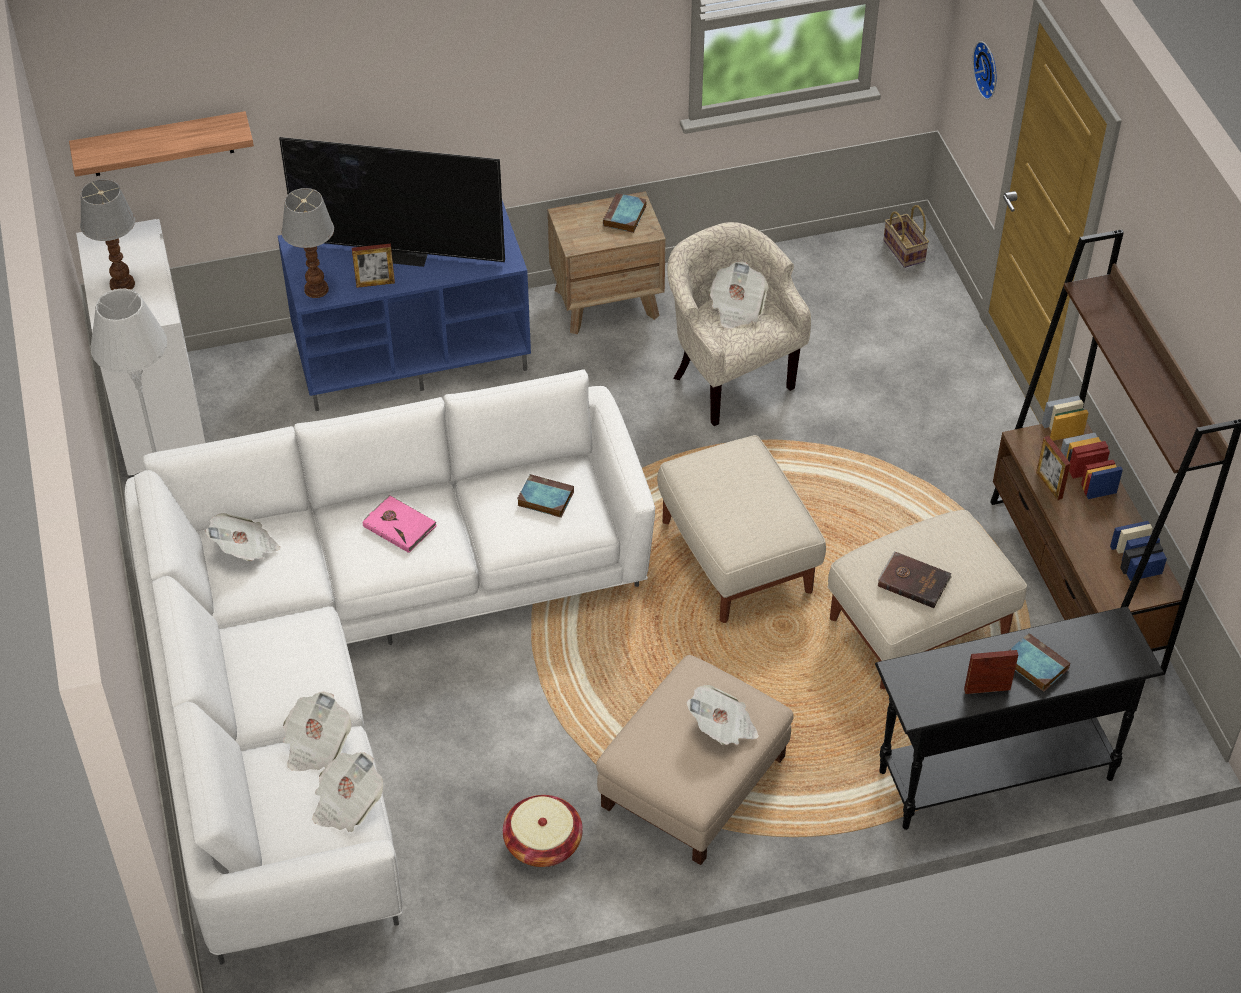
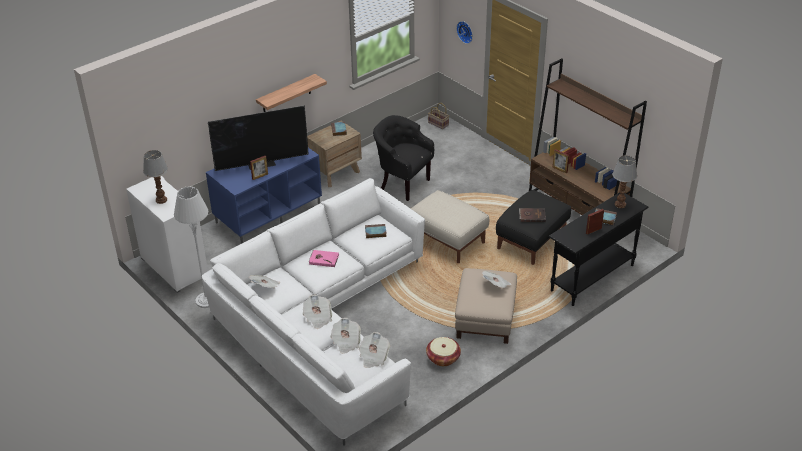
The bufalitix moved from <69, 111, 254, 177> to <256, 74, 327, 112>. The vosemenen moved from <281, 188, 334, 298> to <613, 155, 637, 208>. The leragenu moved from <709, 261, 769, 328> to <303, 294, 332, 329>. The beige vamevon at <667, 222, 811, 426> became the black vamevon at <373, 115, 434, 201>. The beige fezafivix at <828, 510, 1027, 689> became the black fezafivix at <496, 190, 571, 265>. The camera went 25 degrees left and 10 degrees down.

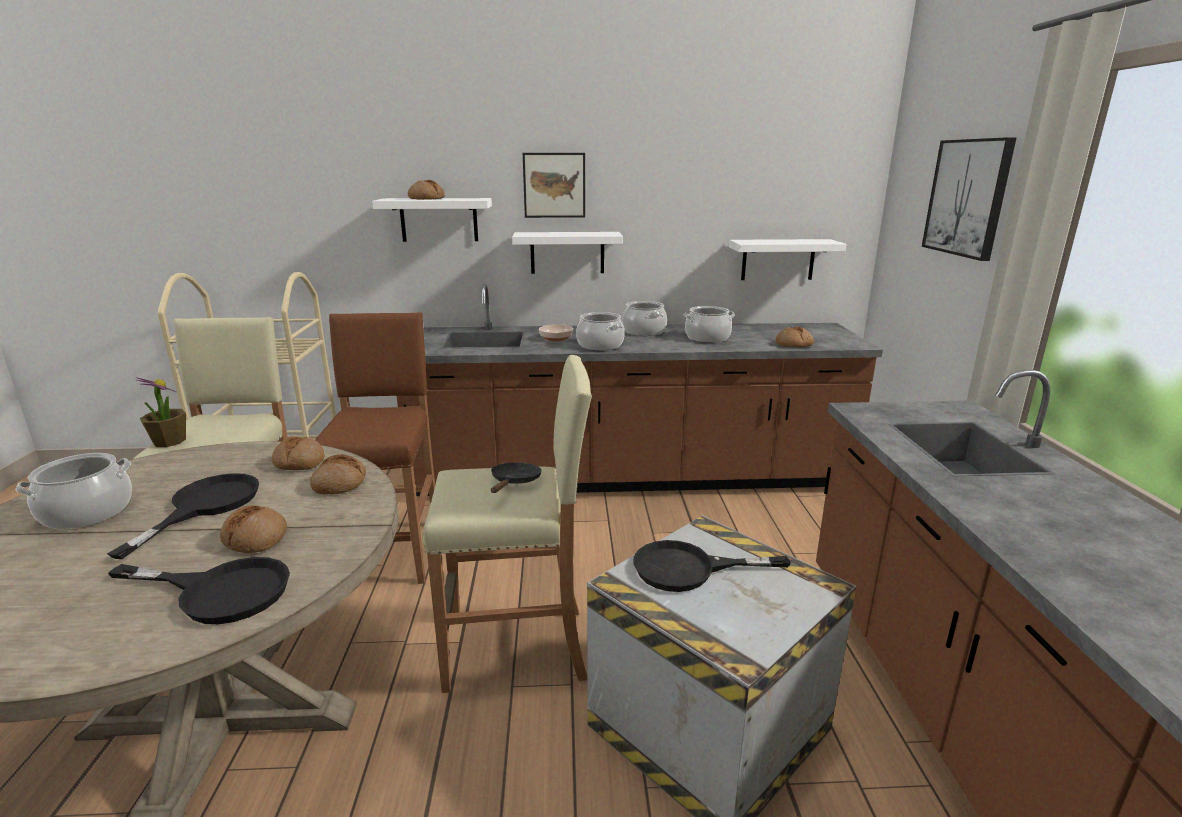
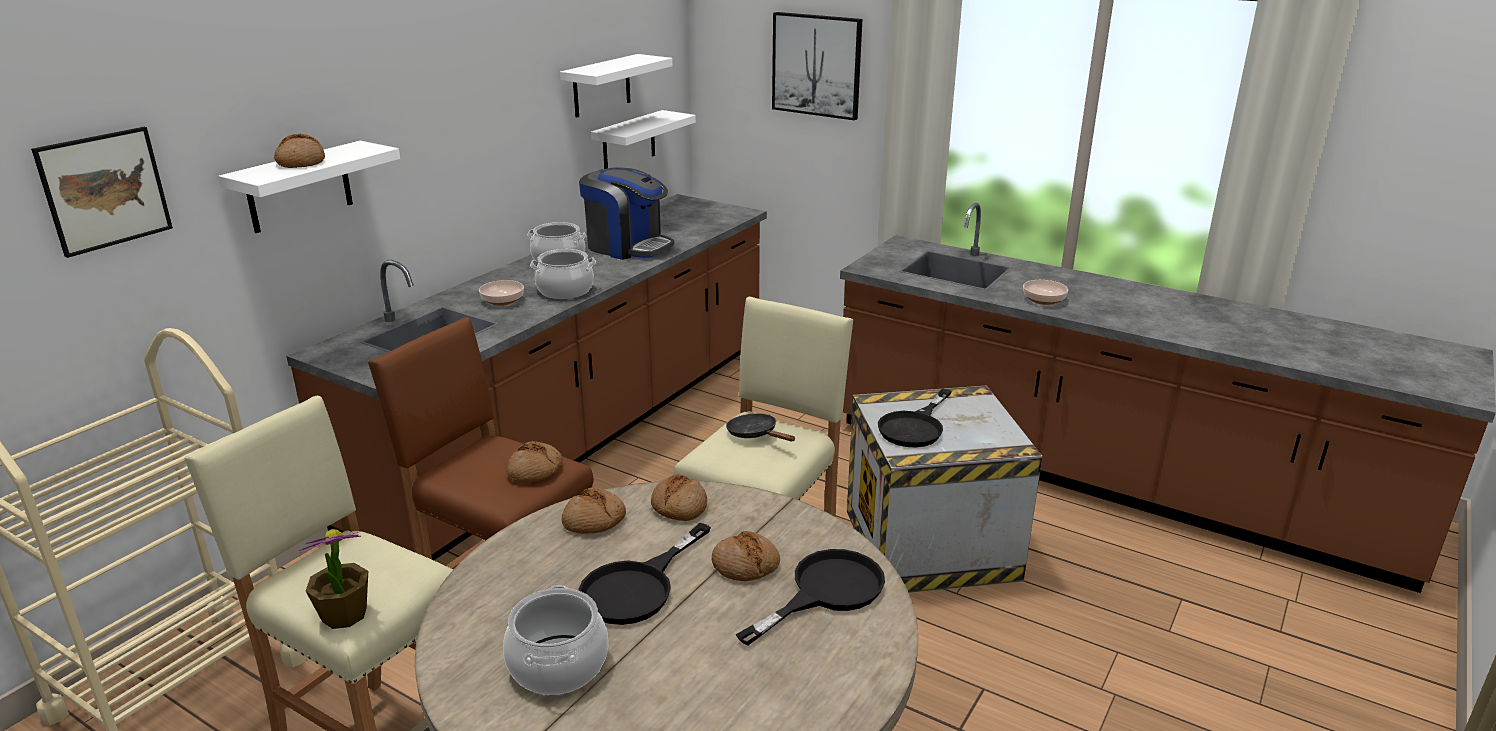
The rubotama at <1023, 280, 1068, 305> appeared. The white bufalitix moved from <512, 232, 623, 274> to <560, 54, 673, 118>. The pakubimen moved from <523, 153, 585, 218> to <31, 127, 173, 258>. The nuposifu moved from <775, 327, 814, 347> to <506, 441, 563, 483>. The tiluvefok at <683, 306, 735, 343> was replaced by the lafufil at <579, 167, 674, 260>. The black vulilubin at <107, 473, 259, 559> turned 105 degrees counterclockwise. The camera went 55 degrees left and 5 degrees up.

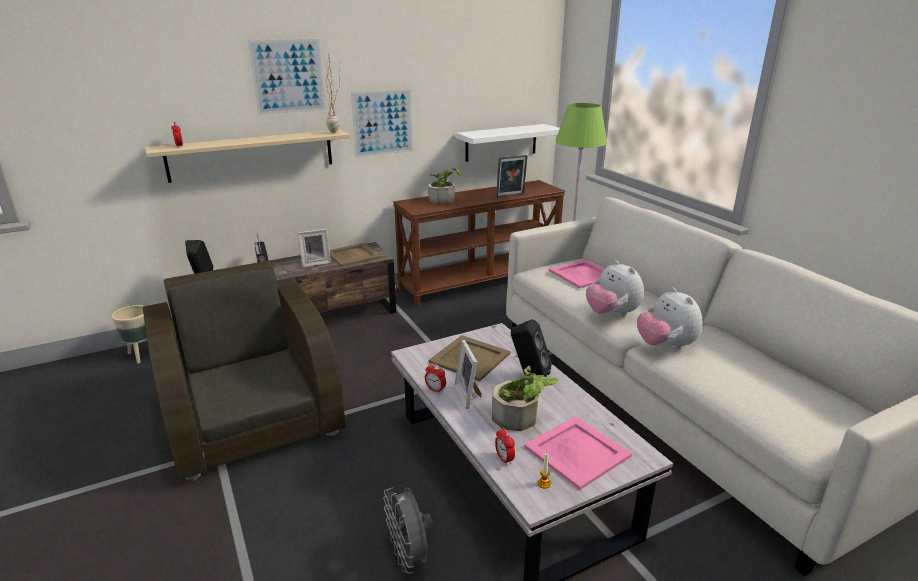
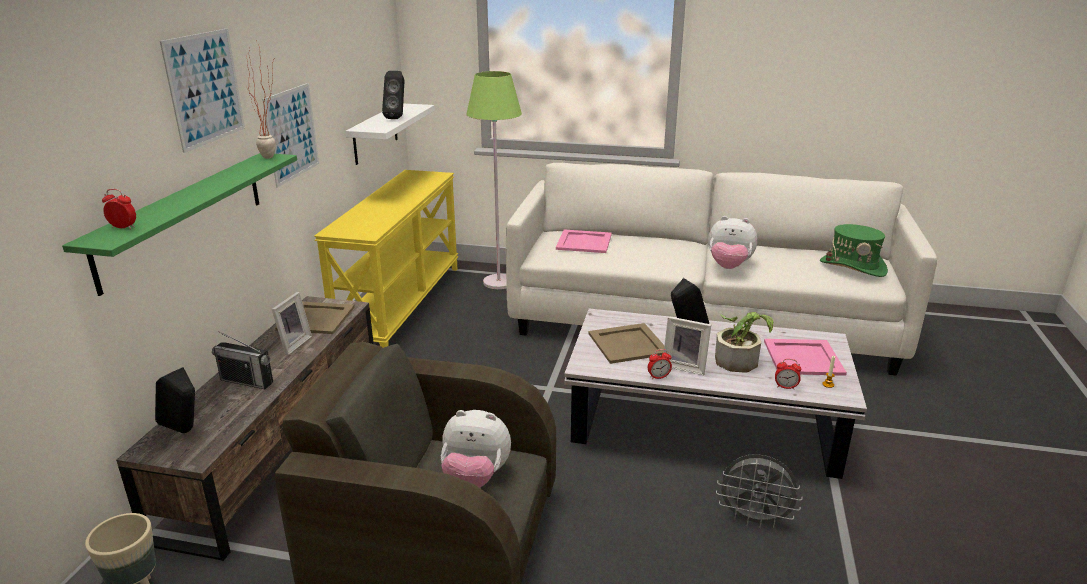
The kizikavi at <428, 168, 461, 205> disappeared. The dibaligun at <496, 155, 528, 198> disappeared. The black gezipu at <382, 71, 404, 119> appeared. The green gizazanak at <820, 224, 888, 277> appeared. The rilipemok moved from <586, 260, 644, 316> to <441, 410, 511, 488>. The beige bufalitix at <145, 129, 350, 183> became the green bufalitix at <62, 153, 297, 296>. The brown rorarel at <393, 180, 565, 307> became the yellow rorarel at <314, 170, 458, 348>. The camera went 50 degrees left and 0 degrees up.

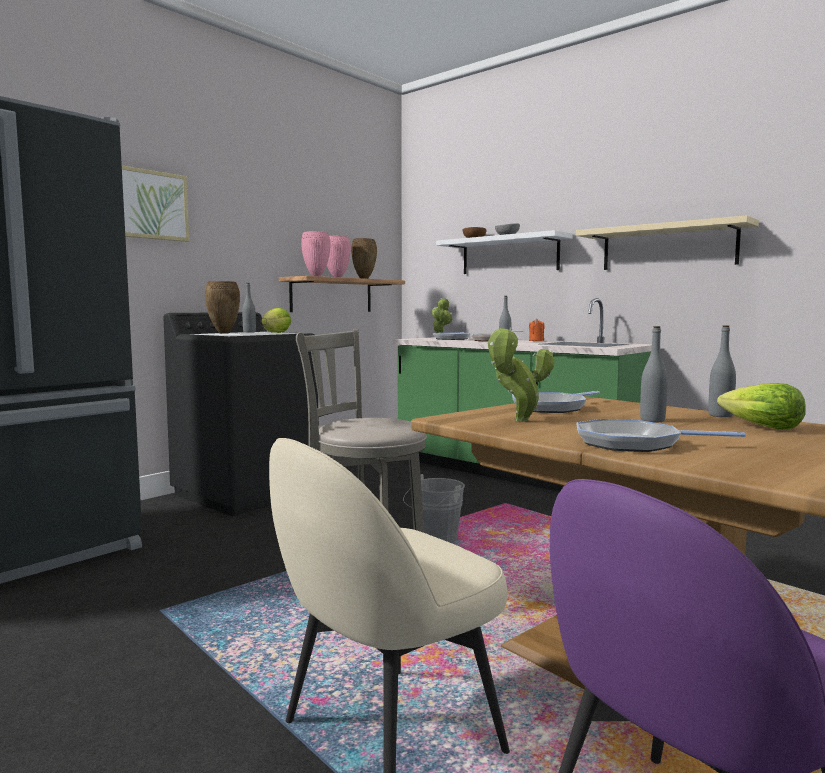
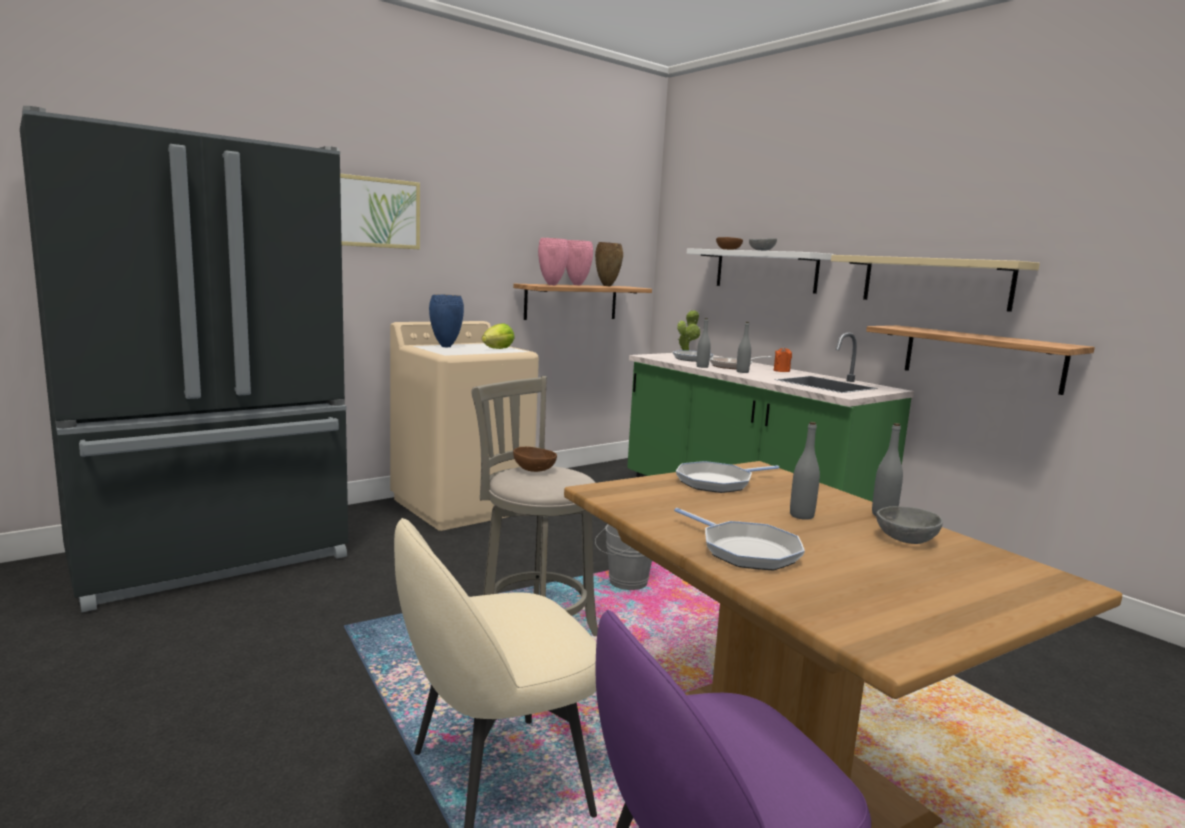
The kizikavi at <488, 327, 555, 422> disappeared. The brown rubotama at <513, 447, 557, 472> appeared. The bufalitix at <866, 325, 1095, 395> appeared. The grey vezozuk moved from <242, 283, 256, 333> to <696, 318, 711, 368>. The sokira at <717, 383, 806, 430> was replaced by the grey rubotama at <876, 506, 943, 544>. The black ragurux at <163, 312, 319, 516> became the beige ragurux at <390, 321, 539, 531>. The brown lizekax at <205, 281, 240, 334> became the blue lizekax at <429, 294, 464, 347>. The vulilubin at <576, 419, 746, 452> turned 150 degrees counterclockwise. The camera went 10 degrees right and 5 degrees up.

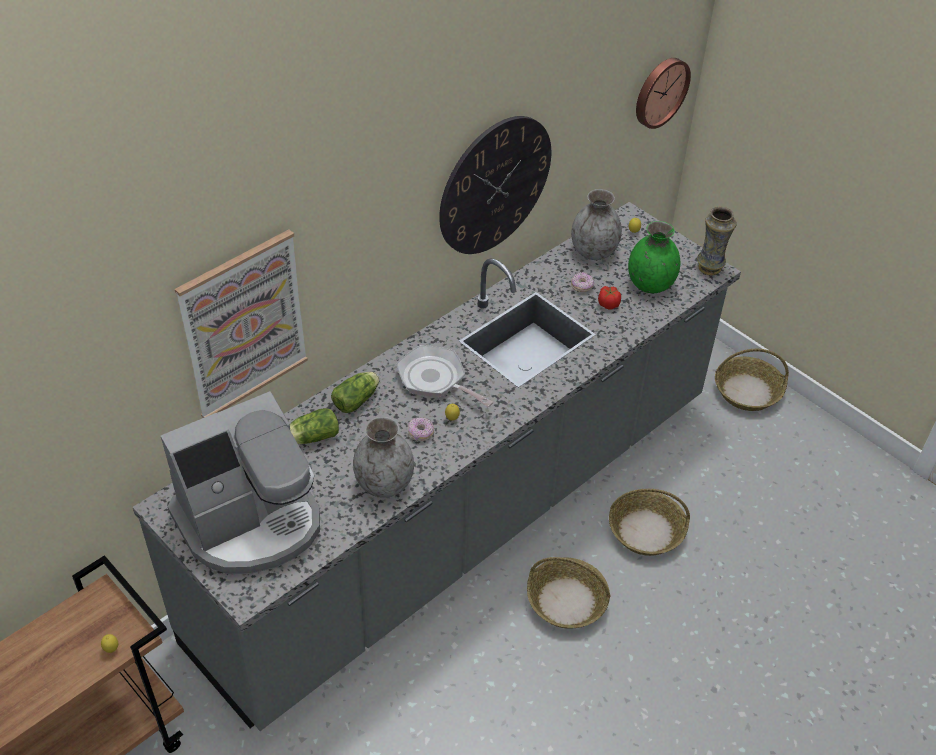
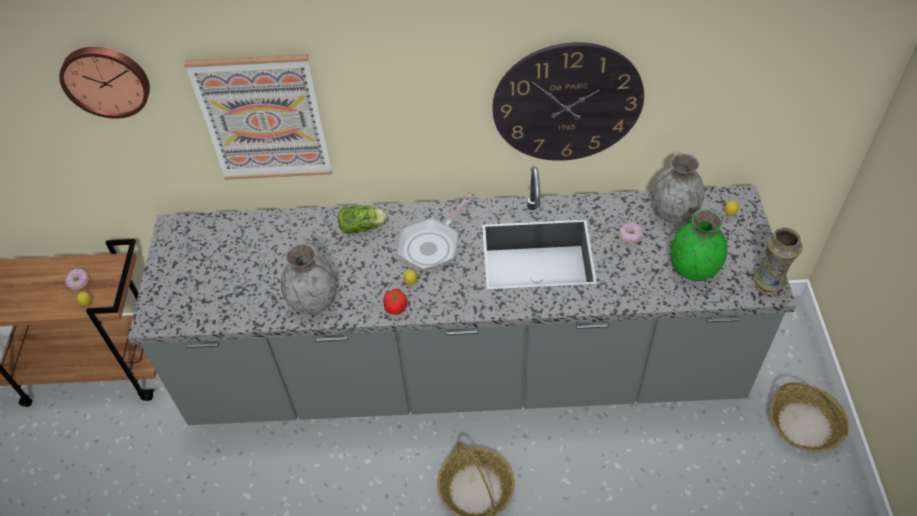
The lafufil at <161, 391, 320, 574> disappeared. The sokira at <290, 408, 339, 444> disappeared. The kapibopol at <609, 489, 690, 556> disappeared. The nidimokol moved from <408, 417, 434, 441> to <65, 269, 89, 290>. The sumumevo moved from <598, 286, 621, 310> to <383, 289, 407, 315>. The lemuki moved from <636, 58, 691, 129> to <59, 47, 150, 119>. The vulilubin at <396, 345, 493, 407> turned 135 degrees counterclockwise. The camera went 45 degrees right and 5 degrees up.

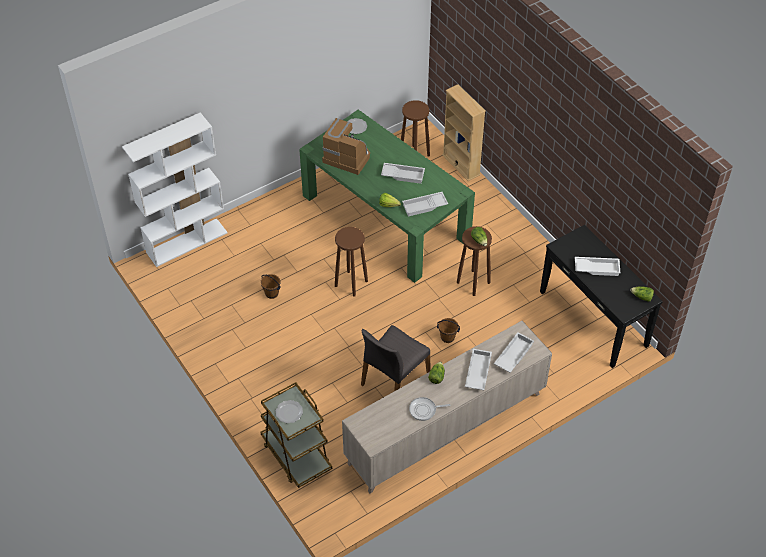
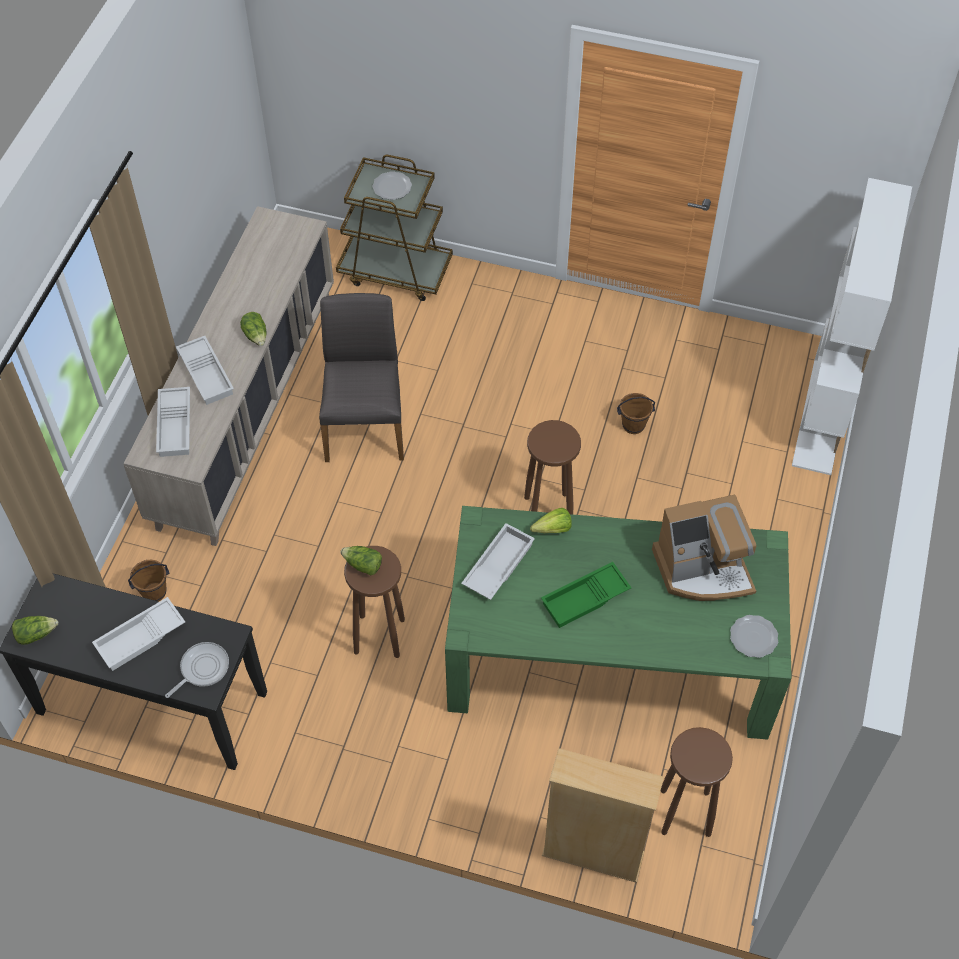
The vulilubin moved from <409, 397, 451, 421> to <165, 642, 229, 698>. The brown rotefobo moved from <437, 318, 460, 343> to <128, 560, 169, 601>. The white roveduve at <381, 163, 425, 184> became the green roveduve at <541, 562, 632, 628>. The camera went 140 degrees right and 5 degrees up.

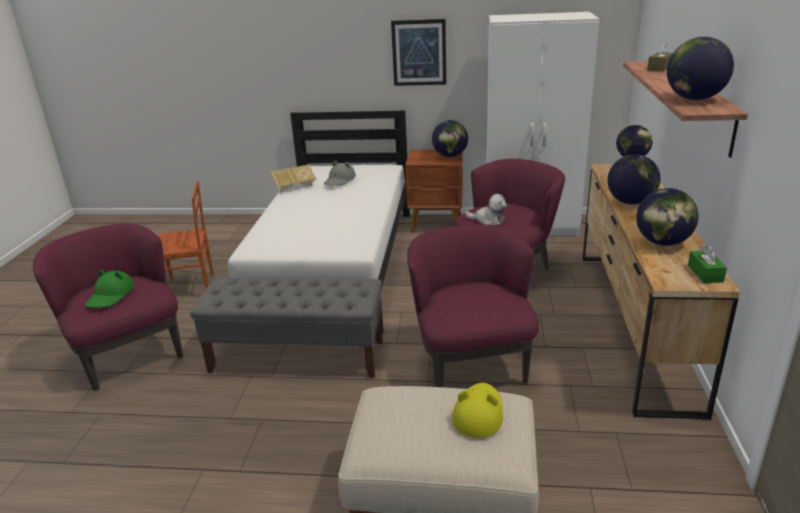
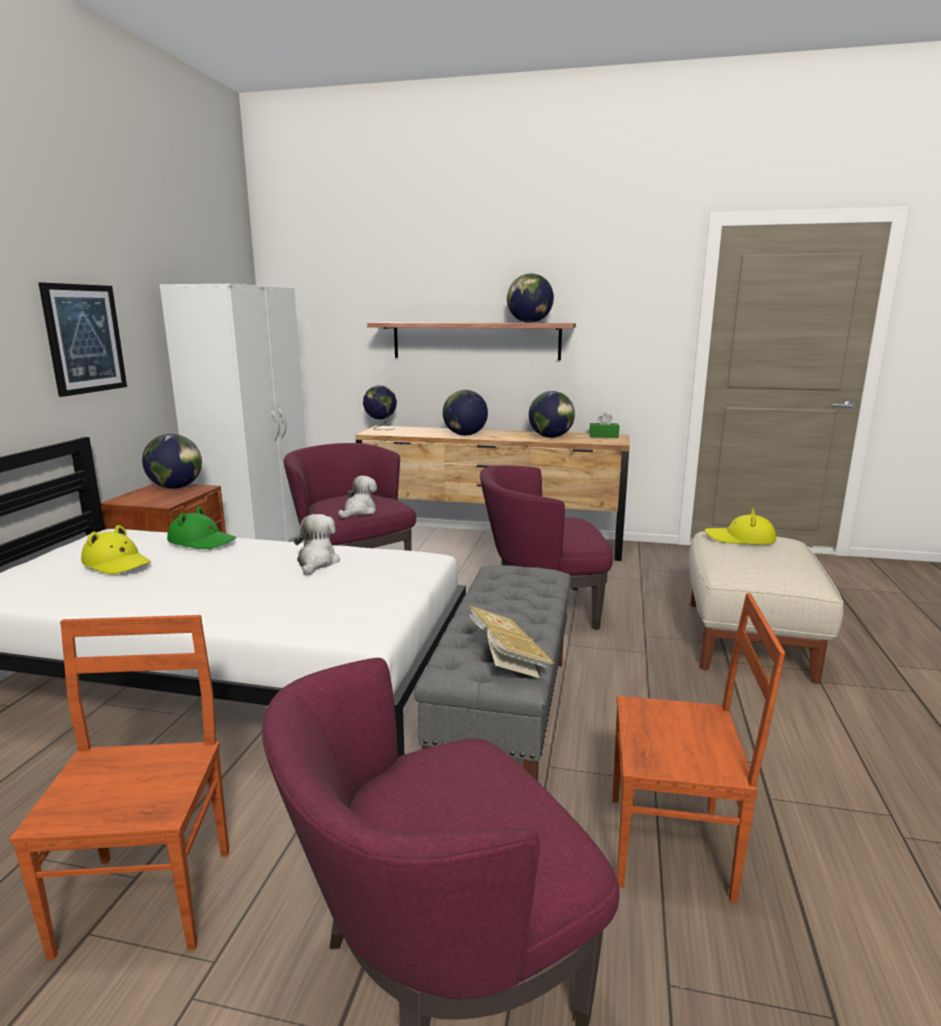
The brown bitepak at <647, 42, 673, 72> disappeared. The rilipemok at <294, 514, 340, 576> appeared. The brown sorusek at <612, 593, 785, 903> appeared. The green gizazanak moved from <85, 269, 134, 308> to <167, 506, 236, 549>. The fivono moved from <271, 164, 317, 192> to <468, 605, 555, 678>. The grey gizazanak at <324, 161, 356, 186> became the yellow gizazanak at <81, 525, 151, 574>. The camera went 85 degrees left and 10 degrees down.

